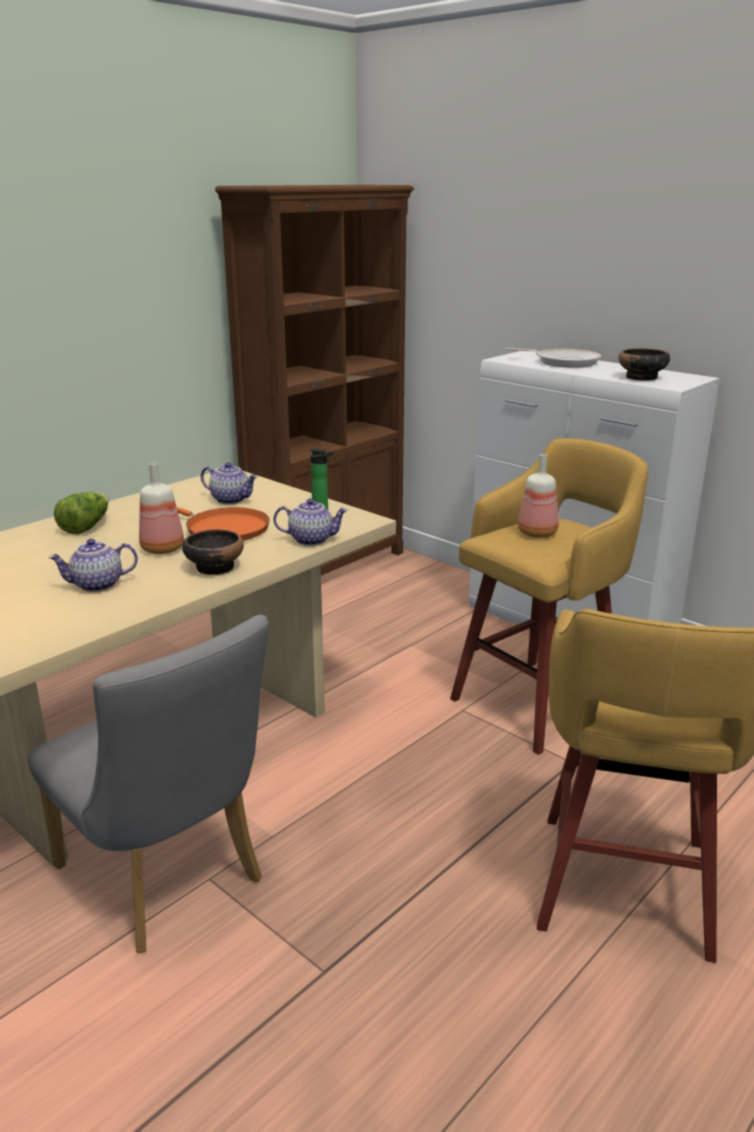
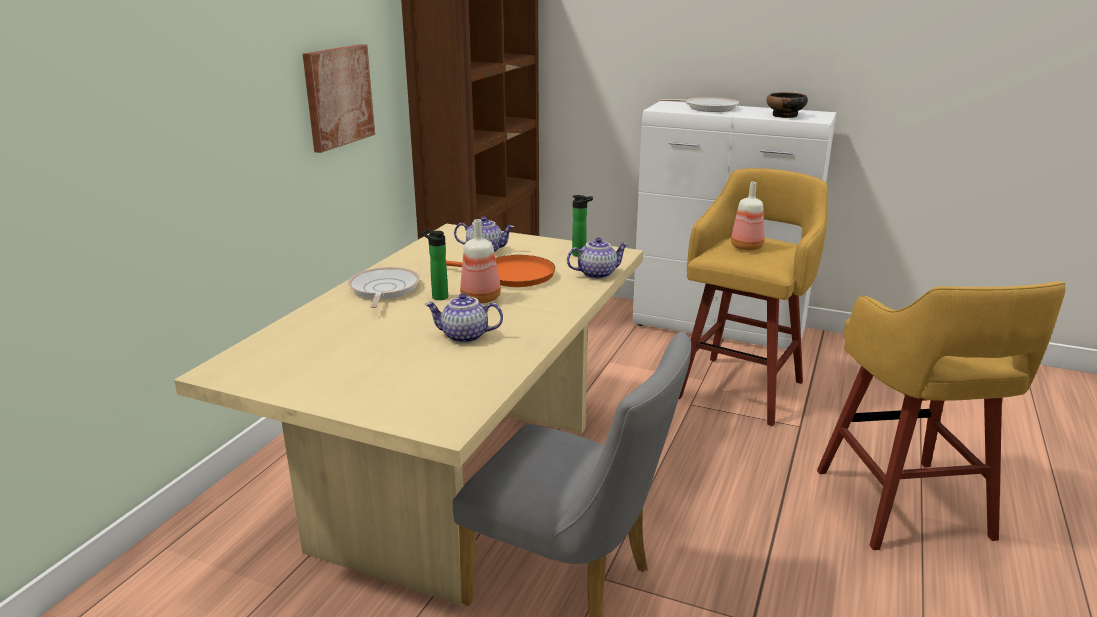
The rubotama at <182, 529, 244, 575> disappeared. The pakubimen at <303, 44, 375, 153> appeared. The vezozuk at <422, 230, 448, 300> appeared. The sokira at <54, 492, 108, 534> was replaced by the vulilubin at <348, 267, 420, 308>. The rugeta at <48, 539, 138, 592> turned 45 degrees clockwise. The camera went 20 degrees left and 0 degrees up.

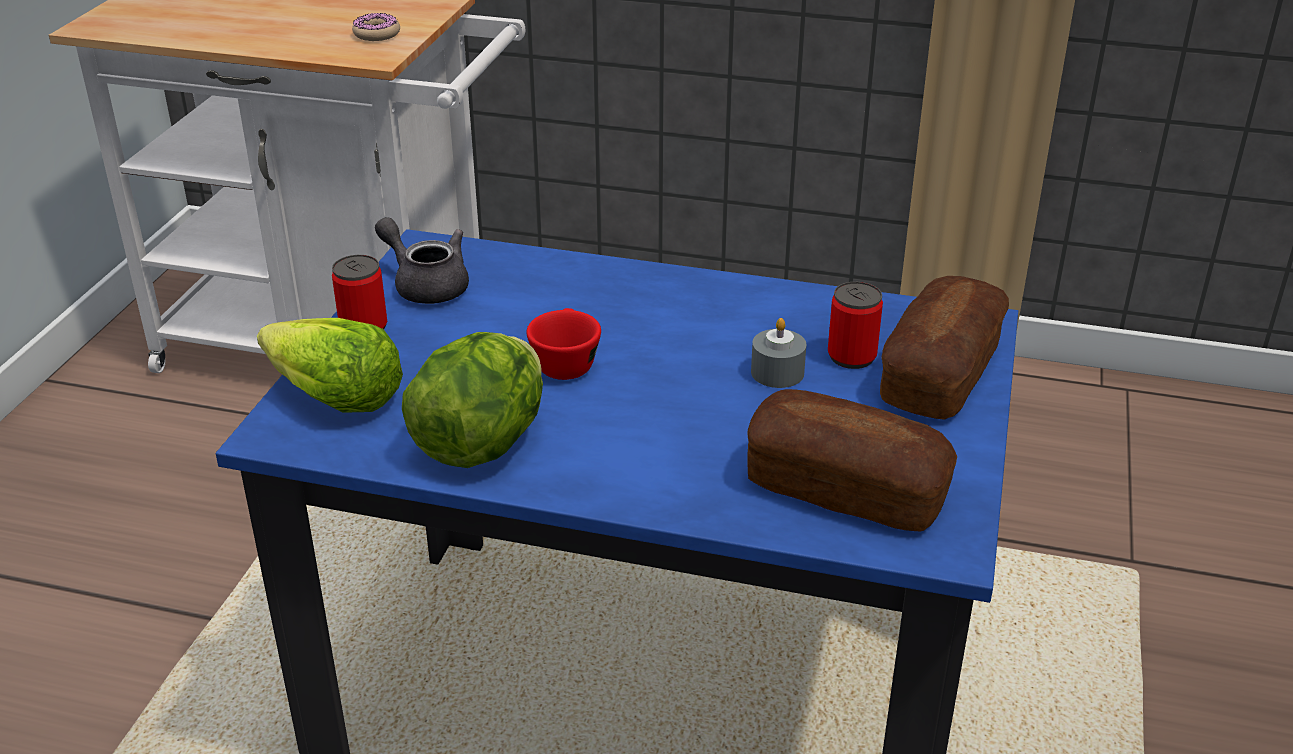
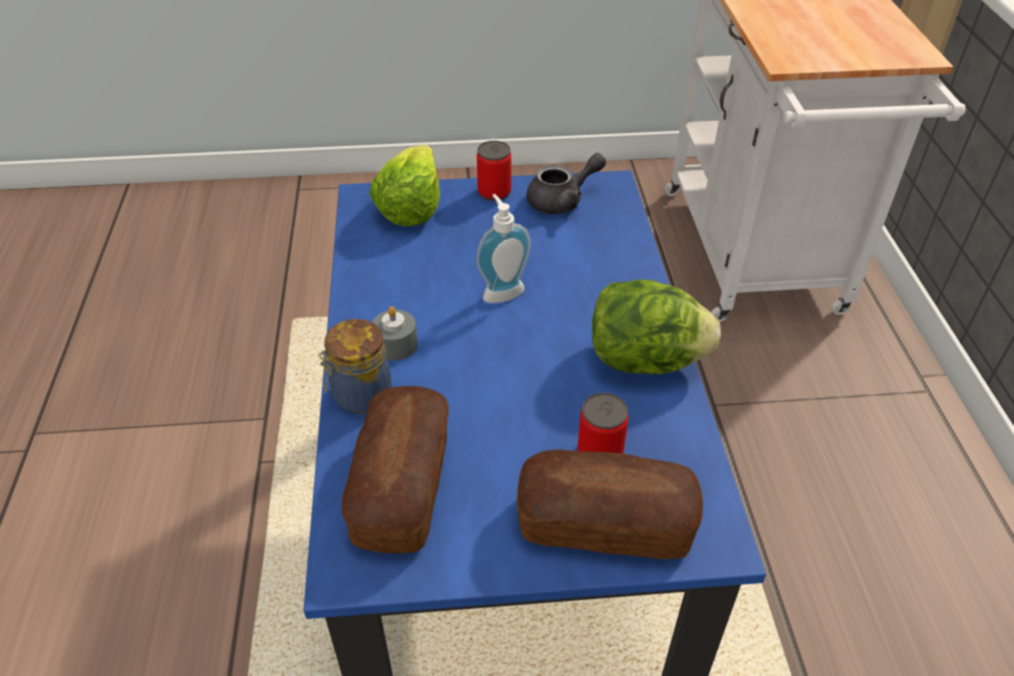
The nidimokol at <352, 13, 400, 41> disappeared. The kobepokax at <318, 319, 392, 414> appeared. The sokira moved from <402, 332, 543, 468> to <592, 280, 721, 374>. The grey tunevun moved from <751, 318, 807, 388> to <373, 306, 418, 361>. The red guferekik at <526, 308, 601, 380> was replaced by the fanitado at <476, 194, 531, 303>. The grey rugeta at <375, 217, 469, 304> turned 45 degrees clockwise. The camera went 70 degrees right and 10 degrees up.

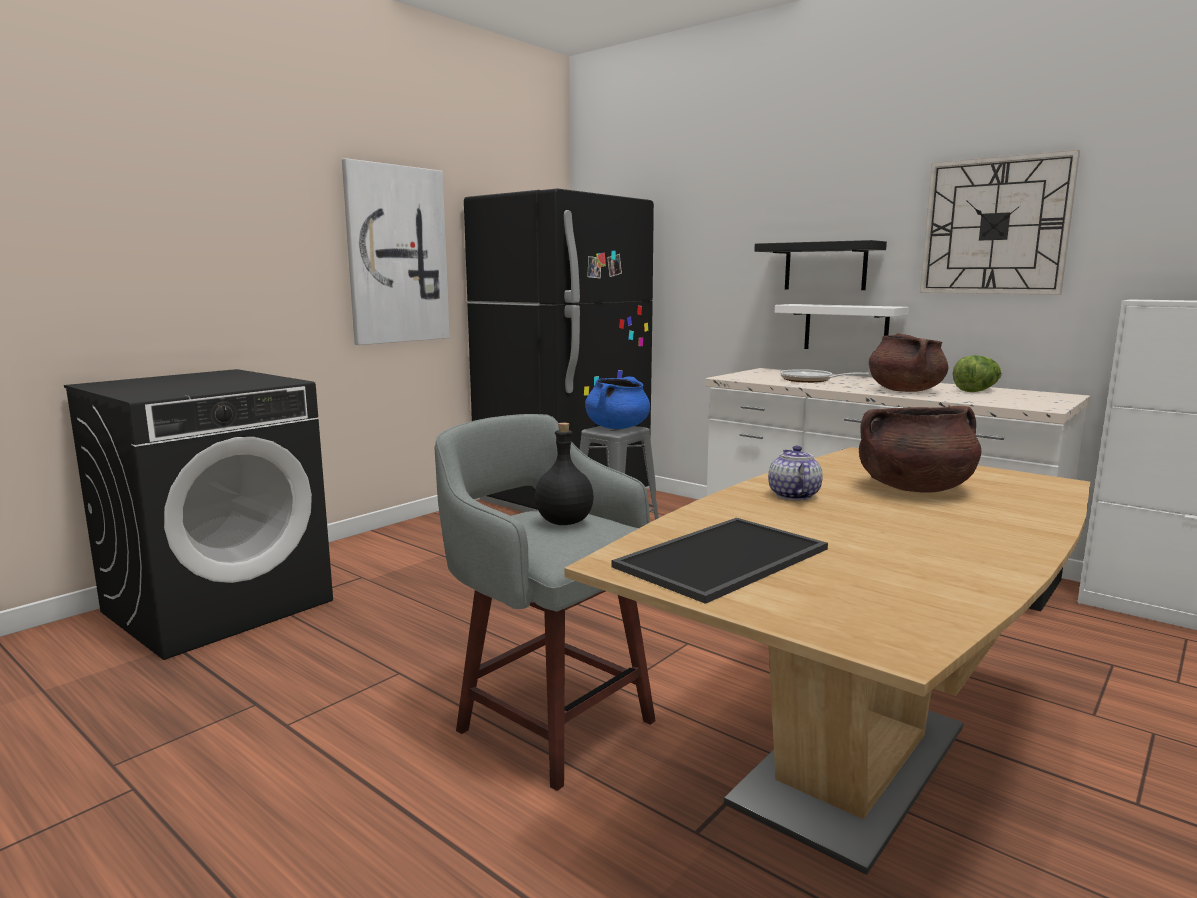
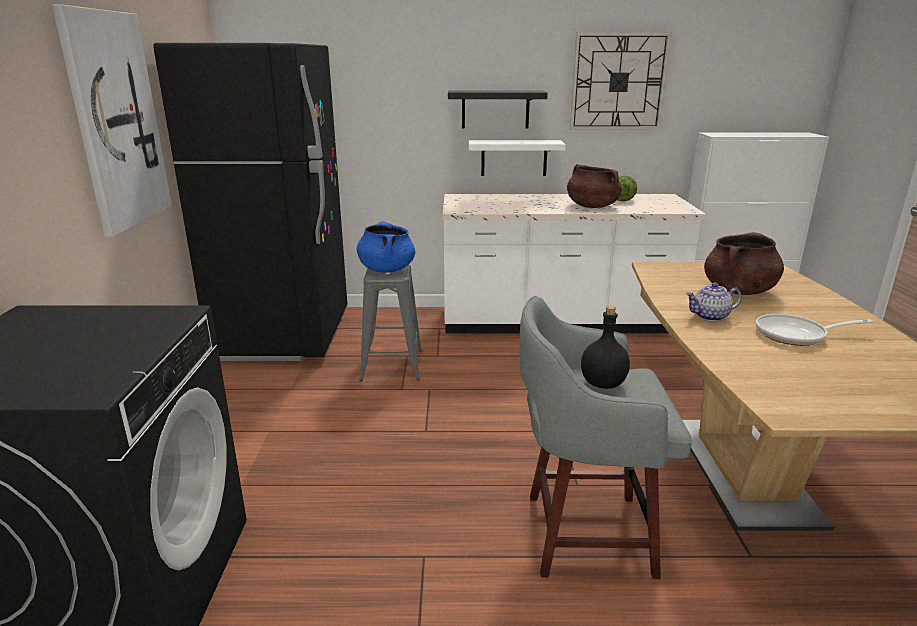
The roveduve at <612, 518, 828, 604> disappeared. The vulilubin moved from <780, 369, 869, 383> to <756, 314, 873, 346>. The rugeta at <768, 445, 823, 500> turned 60 degrees counterclockwise. The camera went 40 degrees left and 10 degrees up.

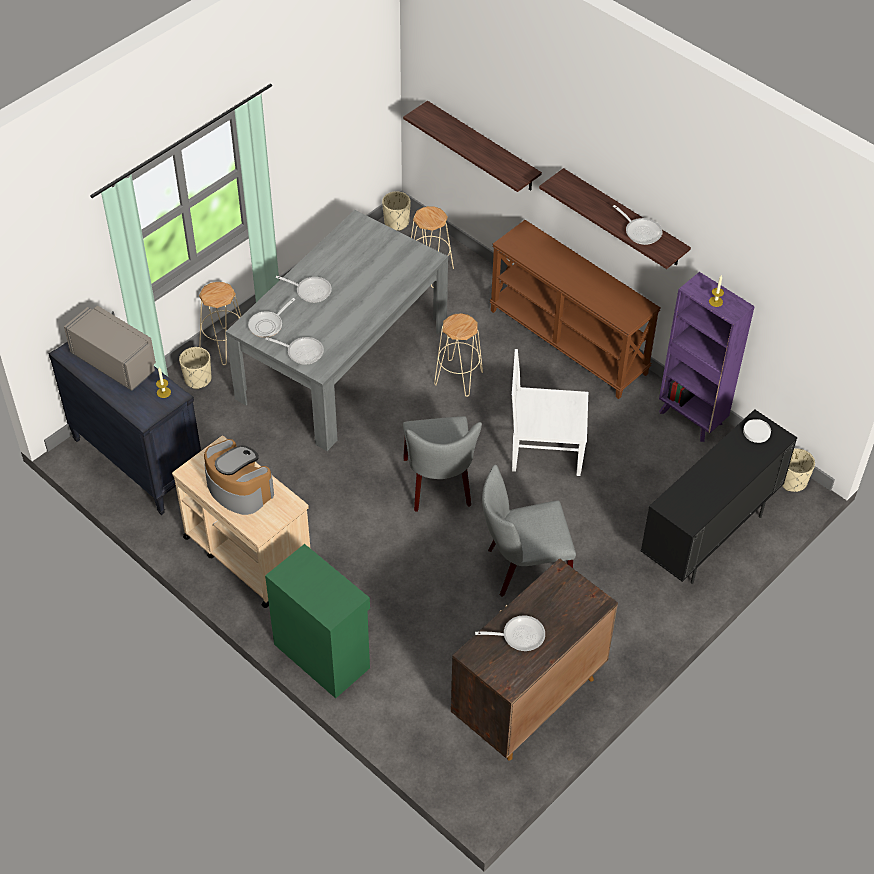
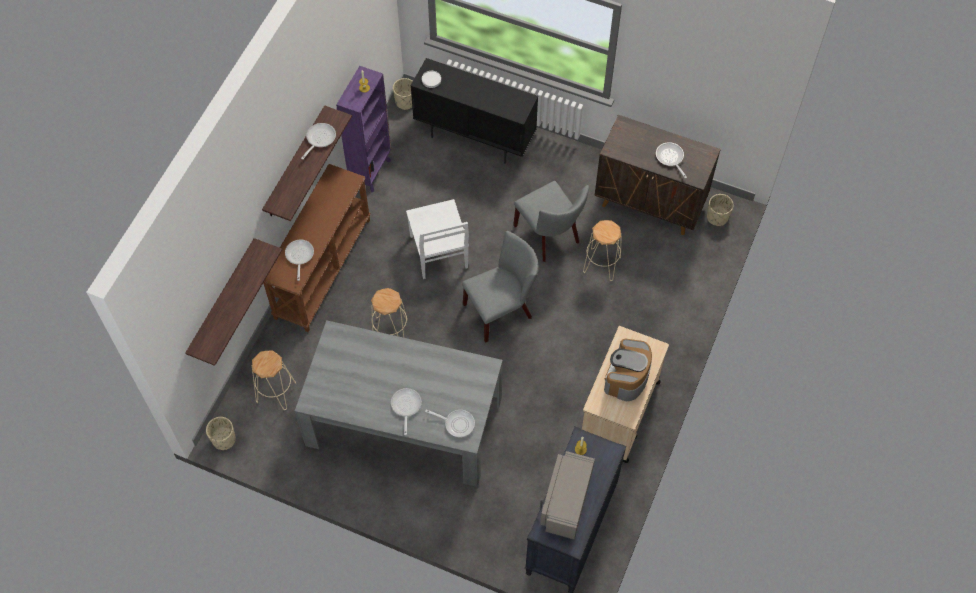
The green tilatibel at <265, 544, 370, 698> disappeared. The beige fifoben moved from <179, 347, 211, 389> to <707, 194, 734, 226>. The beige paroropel moved from <199, 282, 241, 365> to <583, 220, 622, 281>. The vulilubin moved from <265, 337, 324, 365> to <285, 240, 314, 281>. The camera went 110 degrees left and 10 degrees up.

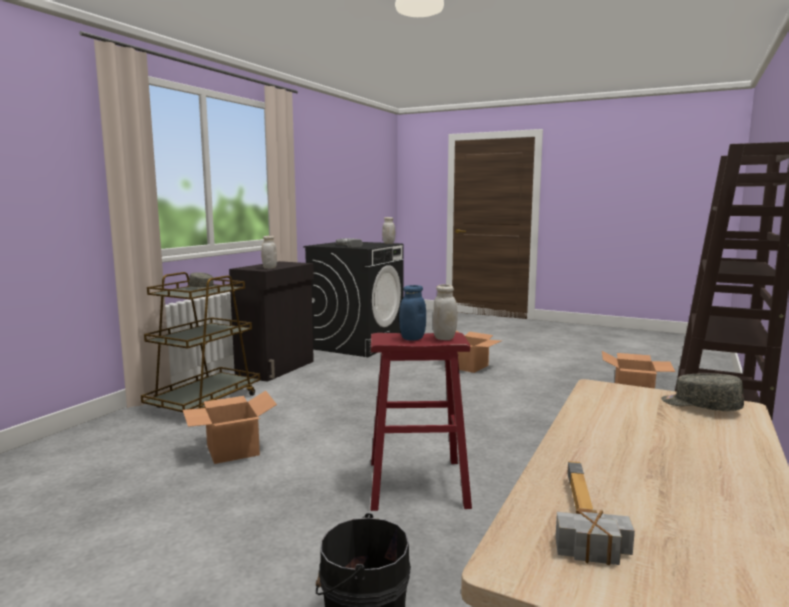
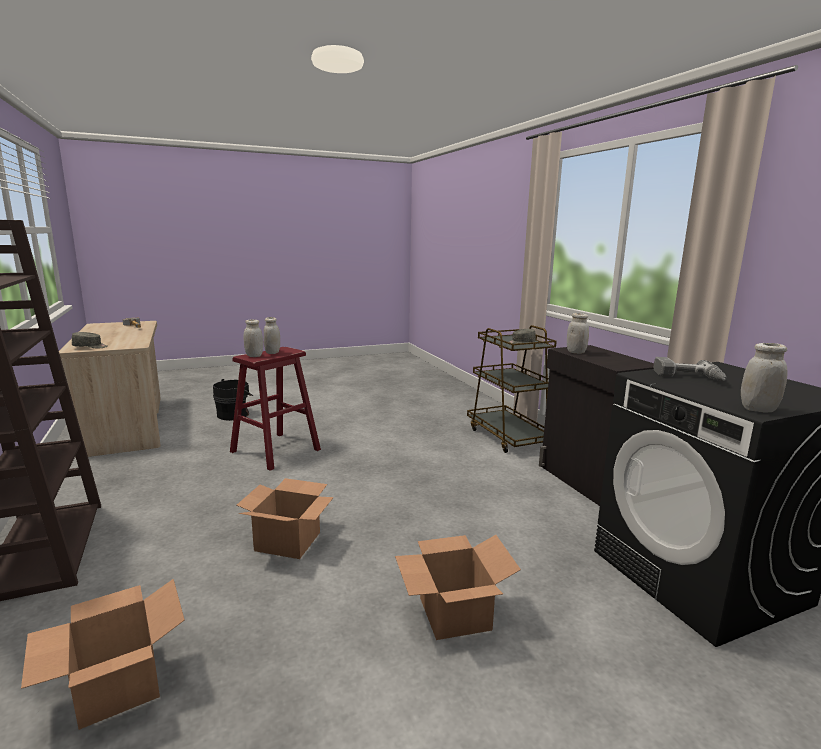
The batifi moved from <183, 391, 277, 464> to <237, 478, 334, 559>. The blue kobepokax at <399, 285, 426, 340> became the white kobepokax at <264, 317, 280, 354>. The camera went 130 degrees right and 5 degrees up.

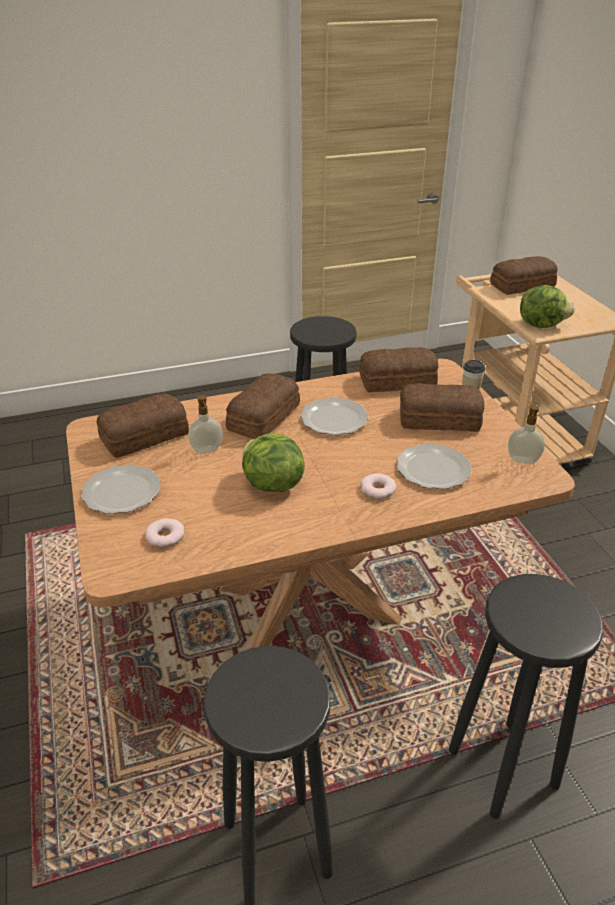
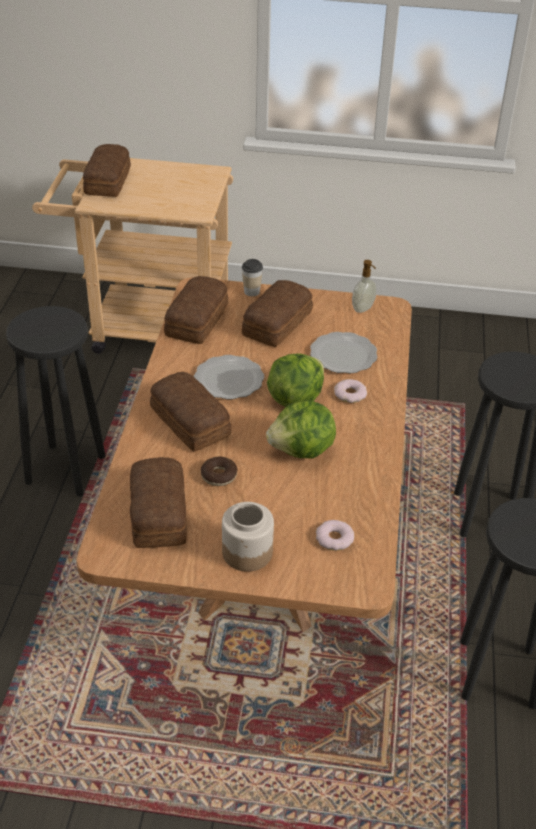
The sokira moved from <520, 285, 575, 328> to <267, 353, 324, 407>. The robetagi at <81, 465, 160, 514> was replaced by the kobepokax at <222, 502, 274, 572>. The fanitado at <188, 395, 223, 454> was replaced by the nidimokol at <201, 457, 238, 486>. The camera went 65 degrees left and 5 degrees up.

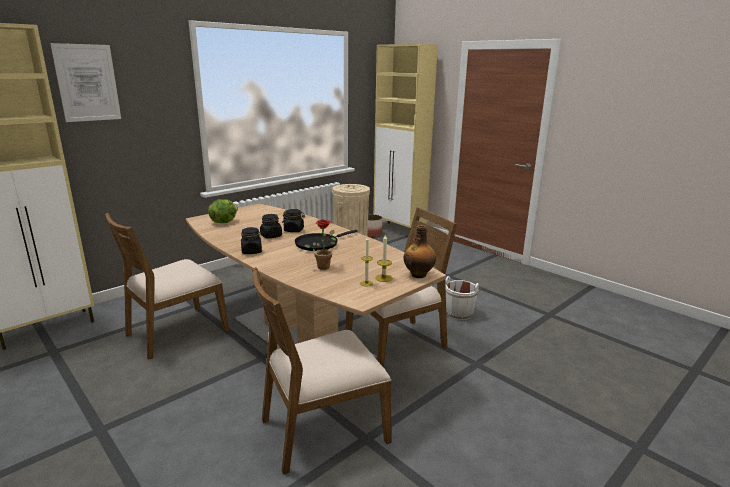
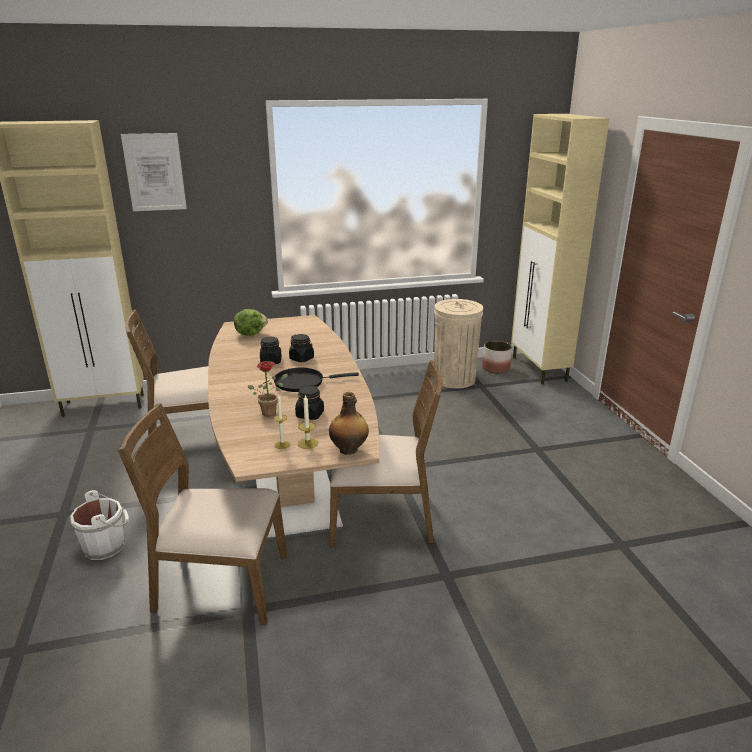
The black kobepokax moved from <241, 227, 262, 254> to <295, 385, 324, 420>. The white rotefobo moved from <445, 276, 481, 320> to <70, 490, 129, 560>. The camera went 30 degrees right and 5 degrees up.

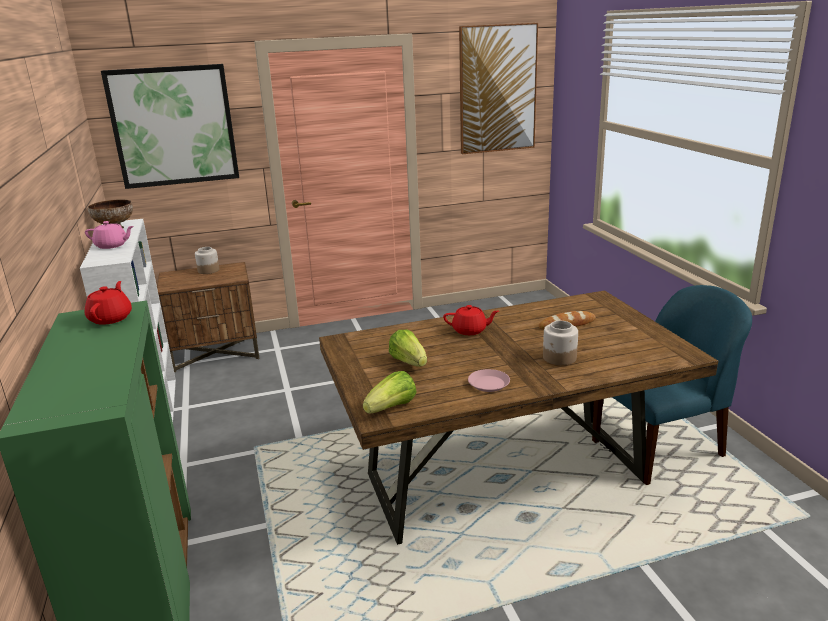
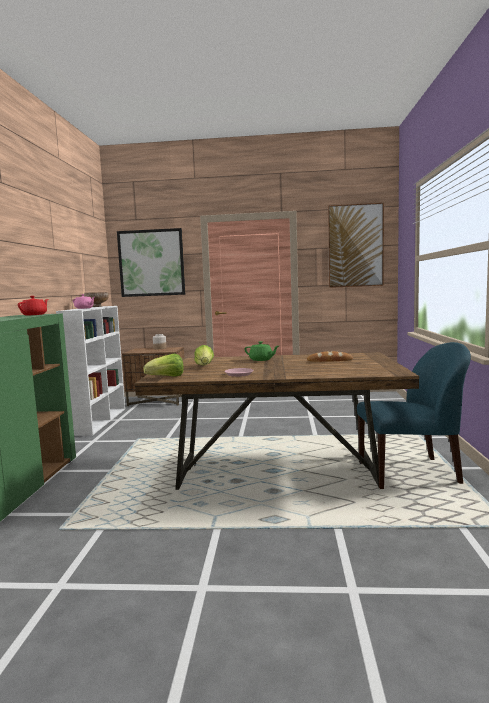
The kobepokax at <543, 321, 578, 365> disappeared. The red rugeta at <443, 305, 499, 335> became the green rugeta at <244, 341, 279, 361>. The camera went 20 degrees right and 15 degrees down.

